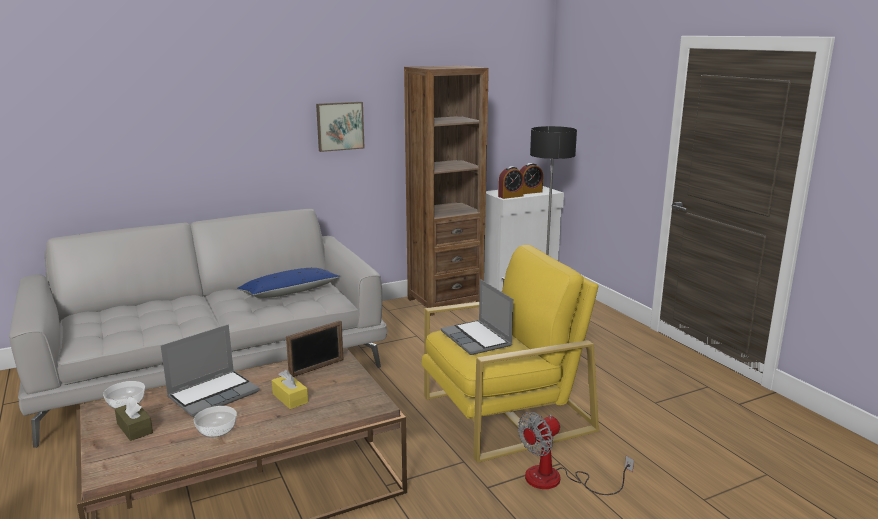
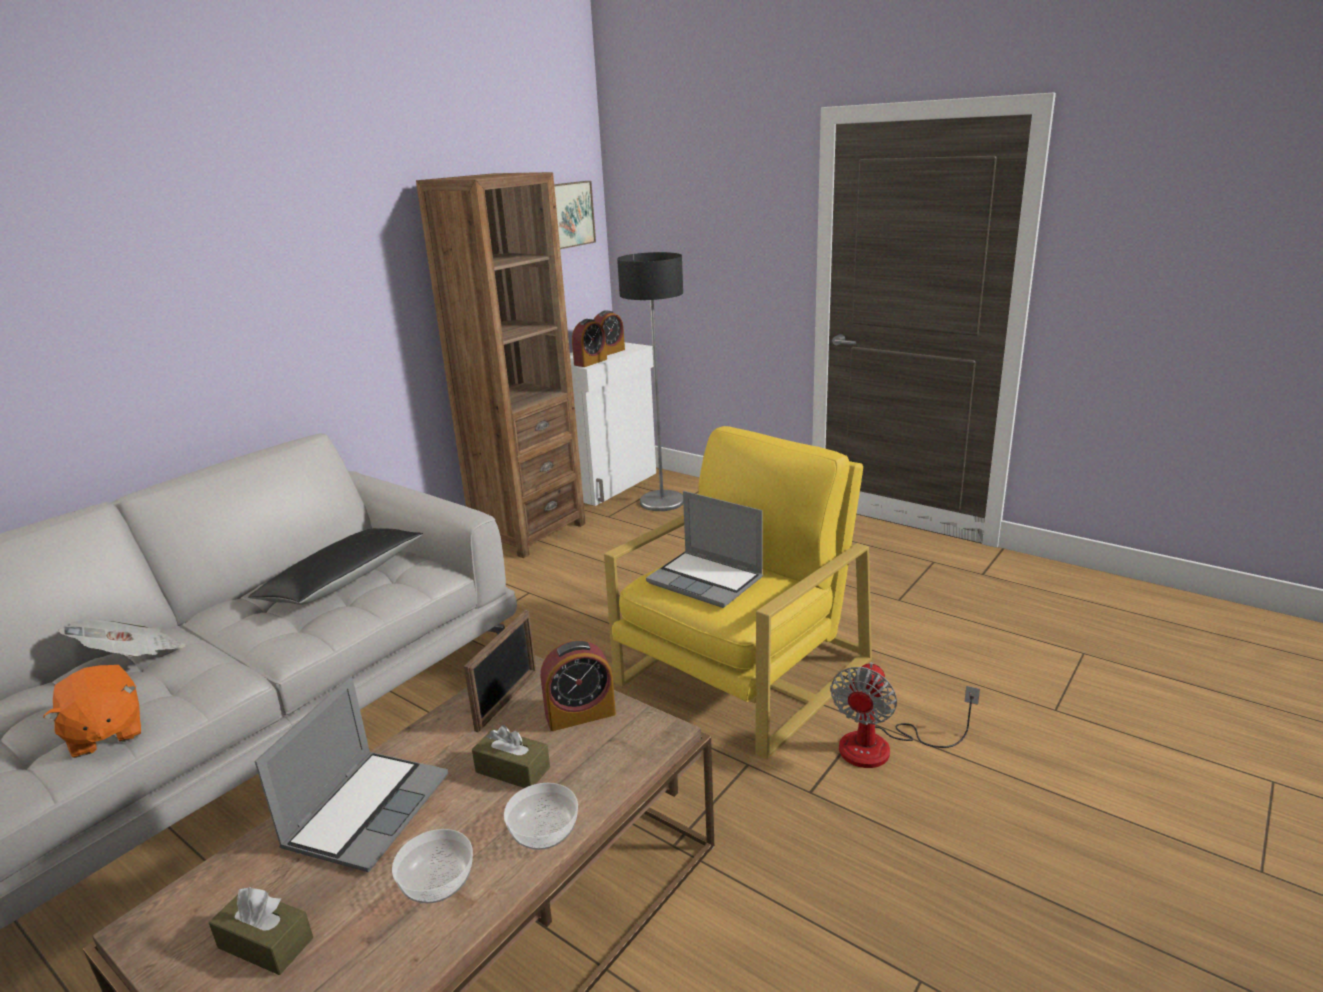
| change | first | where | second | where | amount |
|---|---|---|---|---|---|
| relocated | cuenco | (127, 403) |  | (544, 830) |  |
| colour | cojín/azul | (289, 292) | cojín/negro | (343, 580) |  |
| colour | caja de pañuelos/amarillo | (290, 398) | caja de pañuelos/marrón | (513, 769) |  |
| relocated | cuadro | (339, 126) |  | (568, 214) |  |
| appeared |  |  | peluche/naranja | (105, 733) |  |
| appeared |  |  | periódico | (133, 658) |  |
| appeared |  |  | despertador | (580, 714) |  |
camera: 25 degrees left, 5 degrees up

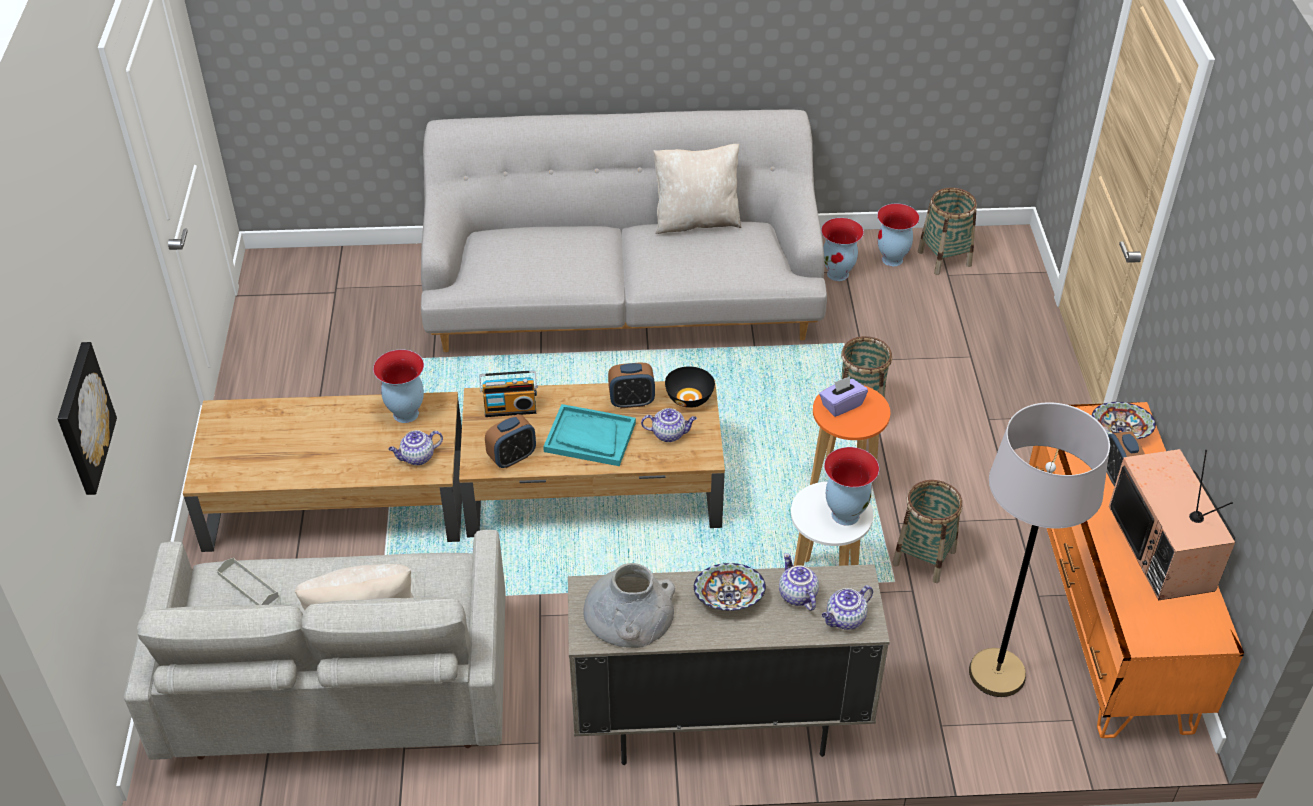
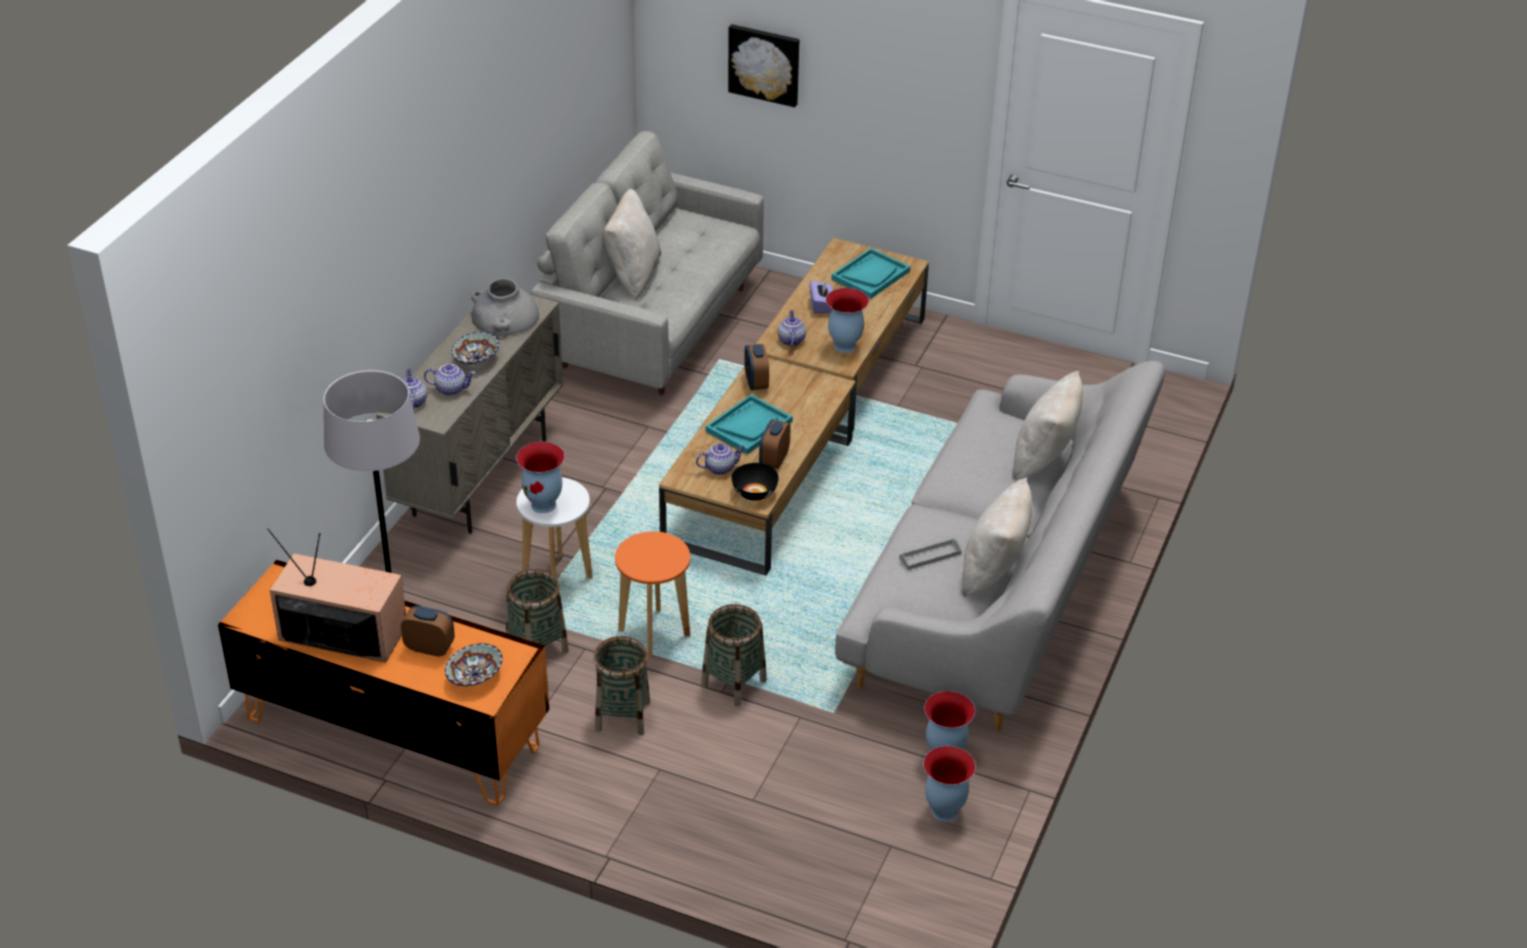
| change | first | where | second | where | amount |
|---|---|---|---|---|---|
| relocated | bandeja/gris | (248, 585) |  | (930, 556) |  |
| missing | radio | (510, 408) |  |  |  |
| spun | tetera | (669, 434) |  | (720, 468) | 135 degrees counterclockwise |
| relocated | caja de pañuelos/morado | (841, 405) |  | (821, 305) |  |
| relocated | cesta | (944, 258) |  | (622, 716) |  |
| appeared |  |  | bandeja/turquesa | (870, 275) |  |
| appeared |  |  | cojín/beis | (1044, 459) |  |
camera: 115 degrees right, 5 degrees down

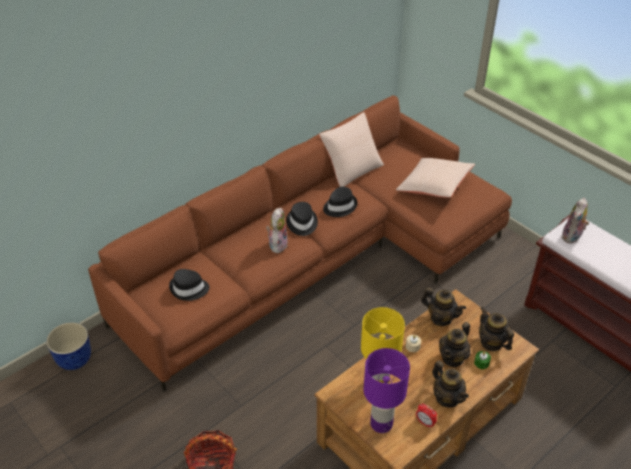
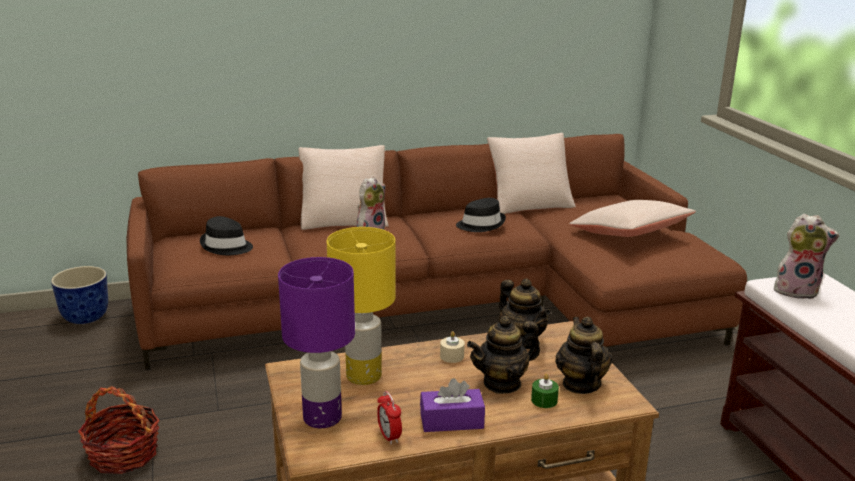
| change | first | where | second | where | amount |
|---|---|---|---|---|---|
| missing | sombrero/negro | (302, 223) |  |  |  |
| exchanged | tetera | (447, 398) | caja de pañuelos/morado | (451, 421) |  |
| spun | peluche | (572, 237) |  | (797, 291) | 135 degrees counterclockwise |
| appeared |  |  | cojín/beis | (344, 219) |  |
camera: 25 degrees right, 20 degrees down

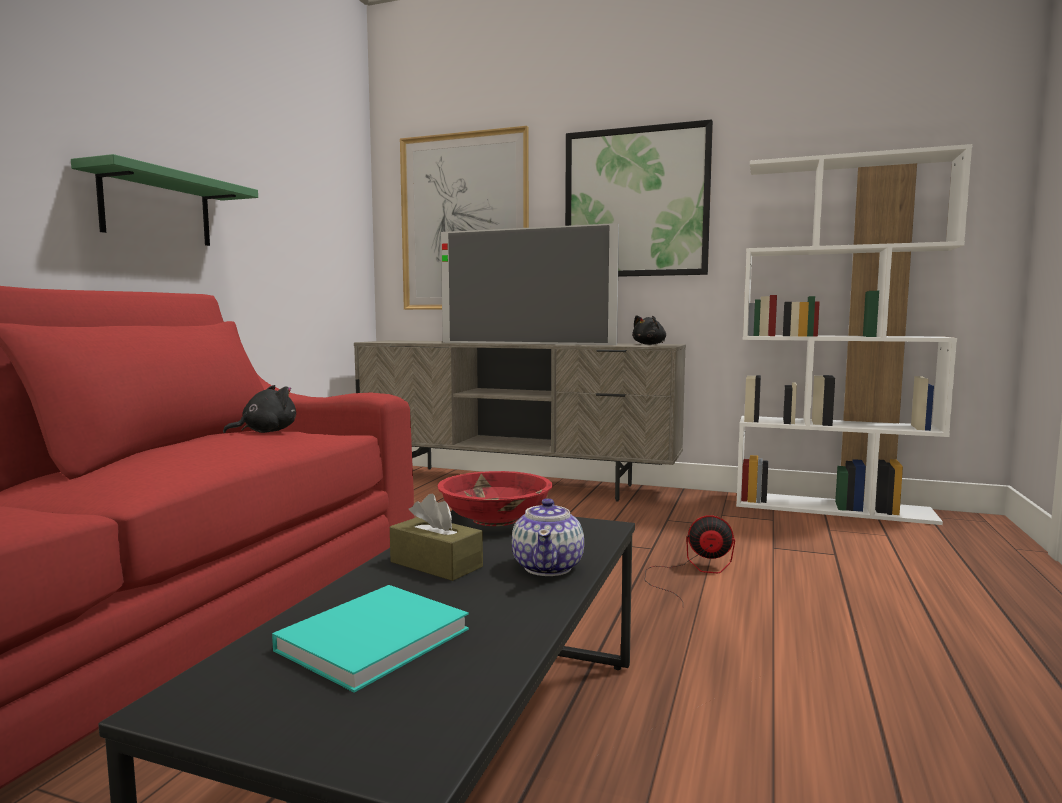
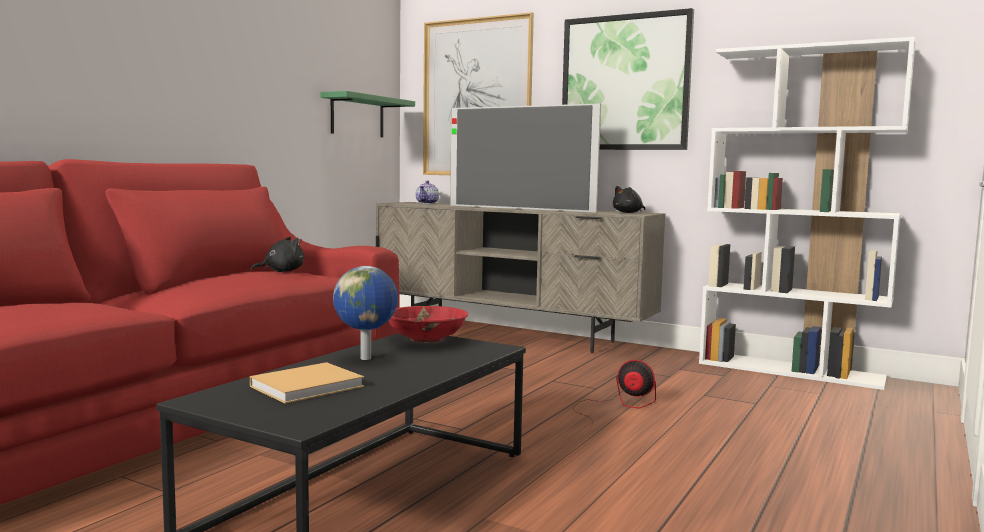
| change | first | where | second | where | amount |
|---|---|---|---|---|---|
| relocated | estante/verde | (156, 208) |  | (357, 116) |  |
| colour | libro/turquesa | (378, 637) | libro/beis | (310, 386) |  |
| exchanged | caja de pañuelos/marrón | (436, 564) | globo terráqueo | (367, 358) |  |
| relocated | tetera | (548, 567) |  | (427, 203) |  |
camera: 10 degrees right, 0 degrees up

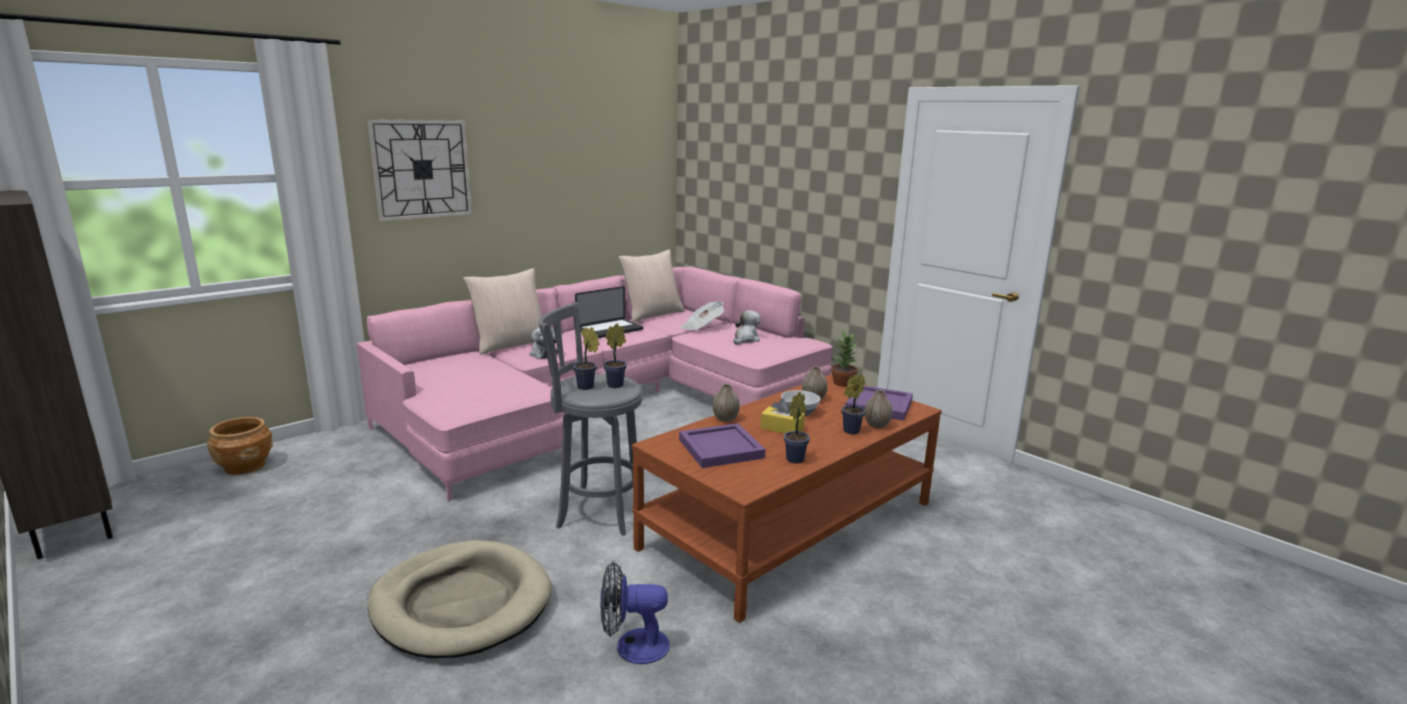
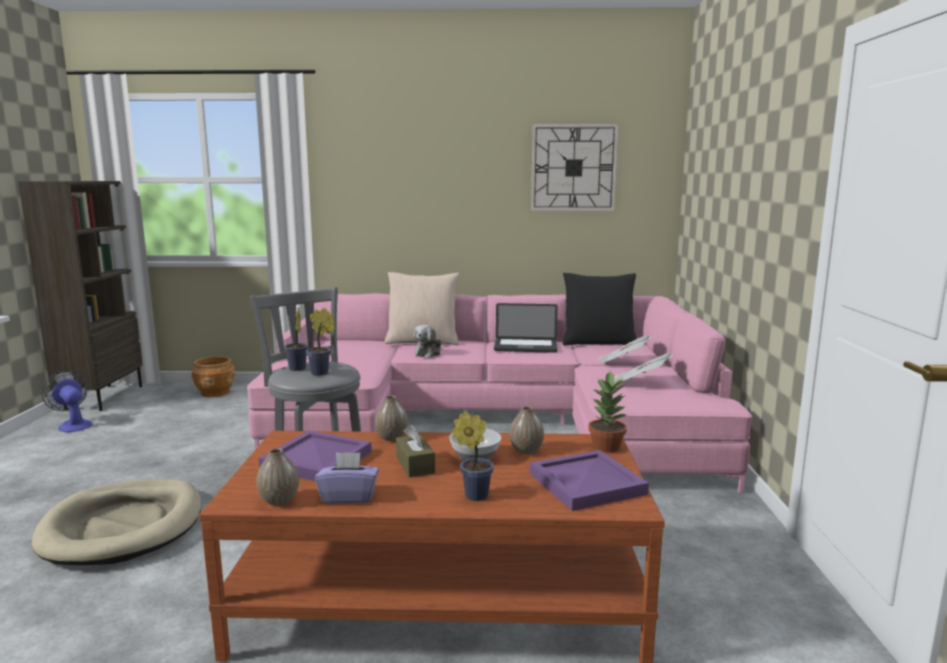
| change | first | where | second | where | amount |
|---|---|---|---|---|---|
| relocated | reloj de pared | (422, 169) |  | (573, 168) |  |
| relocated | ventilador | (632, 646) |  | (73, 425) |  |
| colour | cojín/beis | (652, 314) | cojín/negro | (598, 342) |  |
| exchanged | peluche | (745, 339) | periódico | (640, 383) |  |
| colour | caja de pañuelos/amarillo | (782, 428) | caja de pañuelos/marrón | (415, 465) |  |
| exchanged | planta en maceta | (796, 459) | caja de pañuelos/morado | (349, 497) |  |
| relocated | florero | (876, 425) |  | (279, 500) |  |
camera: 45 degrees right, 5 degrees down

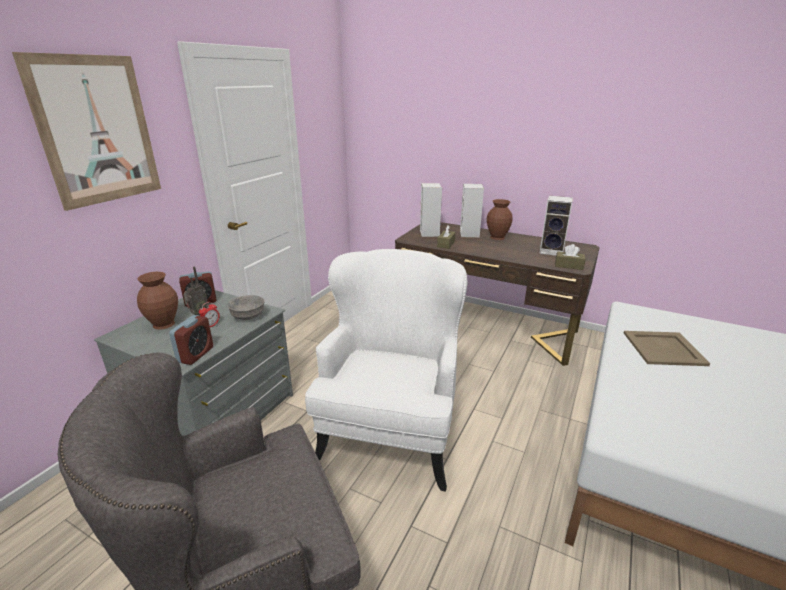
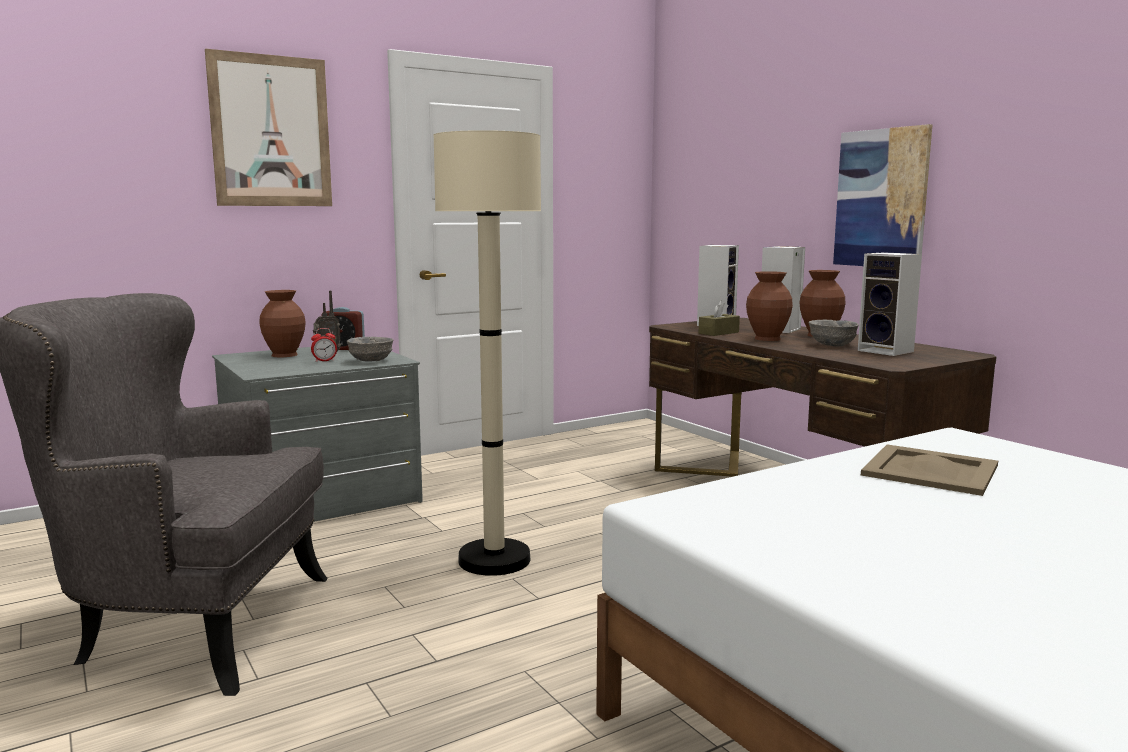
| change | first | where | second | where | amount |
|---|---|---|---|---|---|
| missing | despertador | (195, 354) |  |  |  |
| exchanged | sillón/blanco | (390, 435) | lámpara de pie/beis | (494, 560) |  |
| missing | caja de pañuelos/marrón | (569, 265) |  |  |  |
| appeared |  |  | florero/marrón | (766, 339) |  |
| appeared |  |  | cuenco/gris | (832, 345) |  |
| appeared |  |  | cuadro | (881, 198) |  |
camera: 30 degrees right, 15 degrees down

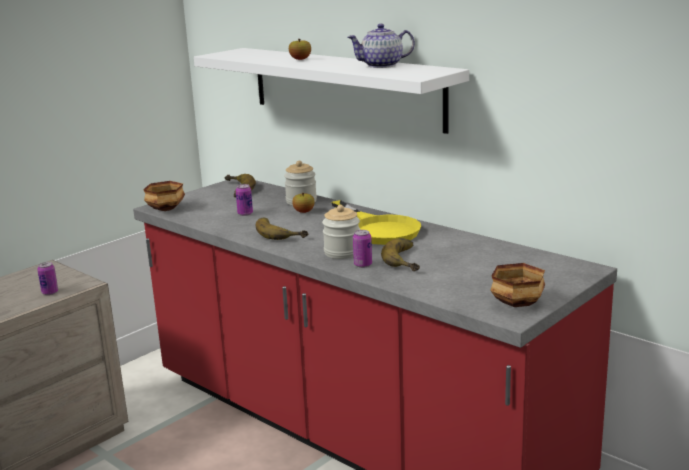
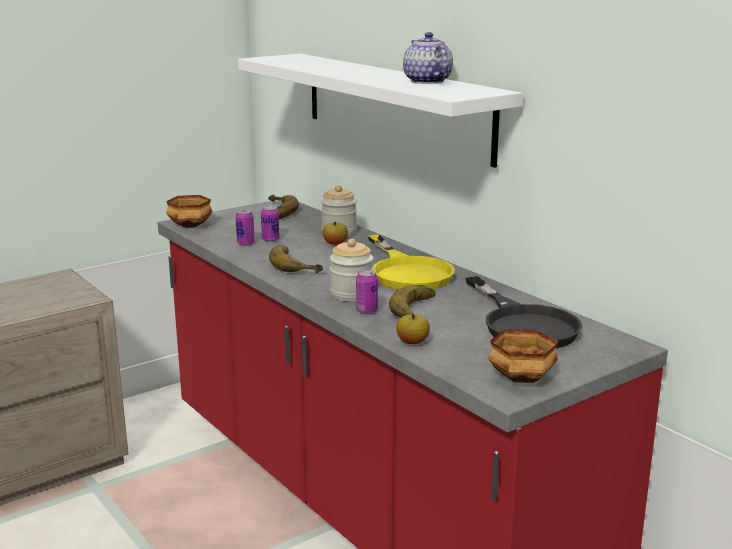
| change | first | where | second | where | amount |
|---|---|---|---|---|---|
| relocated | lata | (50, 292) |  | (245, 243) |  |
| relocated | manzana | (300, 59) |  | (412, 342) |  |
| spun | tetera | (382, 65) |  | (427, 81) | 75 degrees clockwise |
| appeared |  |  | sartén/negro | (523, 324) |  |
camera: 10 degrees right, 0 degrees up

